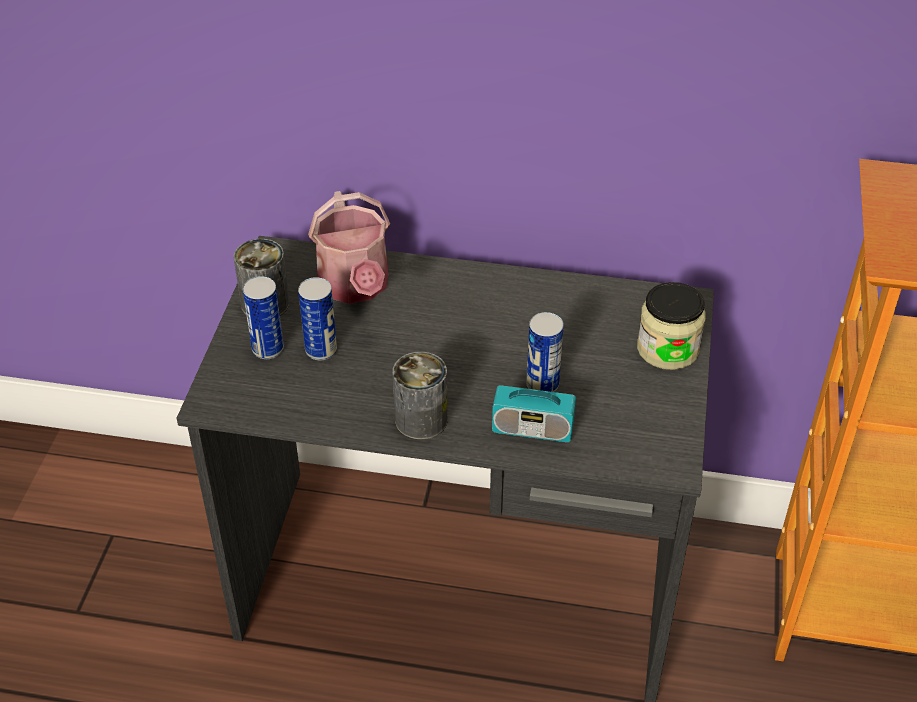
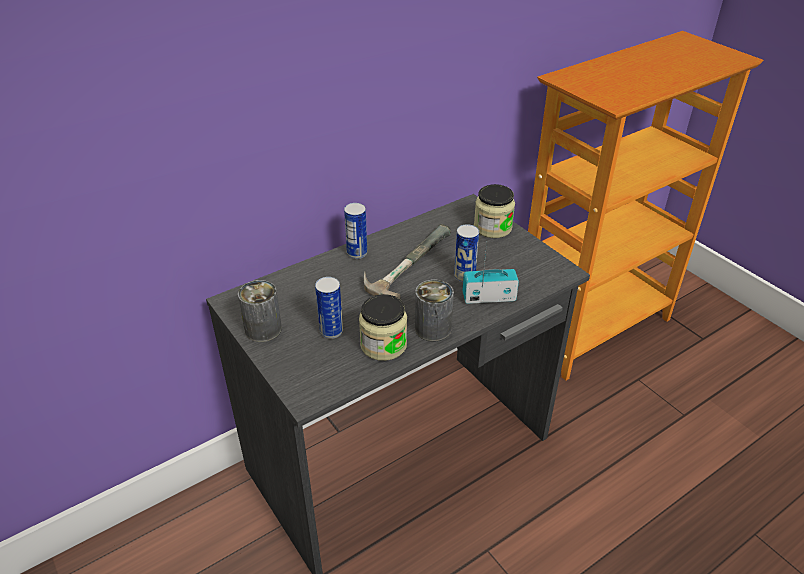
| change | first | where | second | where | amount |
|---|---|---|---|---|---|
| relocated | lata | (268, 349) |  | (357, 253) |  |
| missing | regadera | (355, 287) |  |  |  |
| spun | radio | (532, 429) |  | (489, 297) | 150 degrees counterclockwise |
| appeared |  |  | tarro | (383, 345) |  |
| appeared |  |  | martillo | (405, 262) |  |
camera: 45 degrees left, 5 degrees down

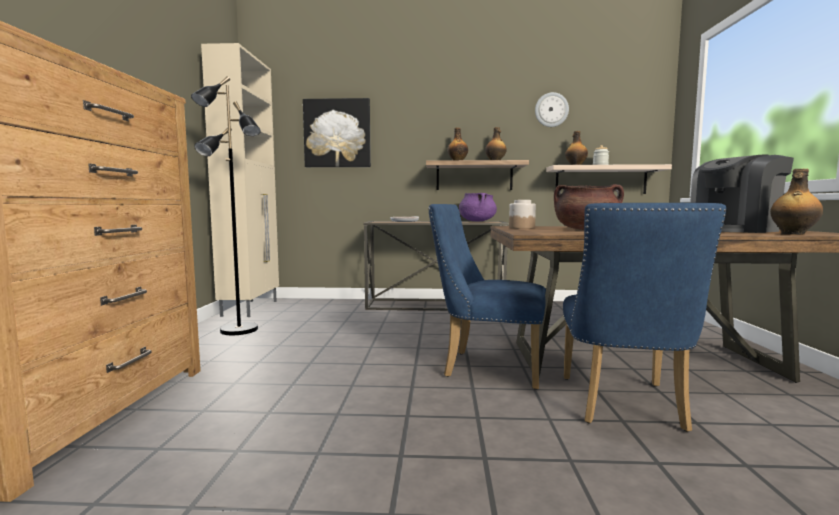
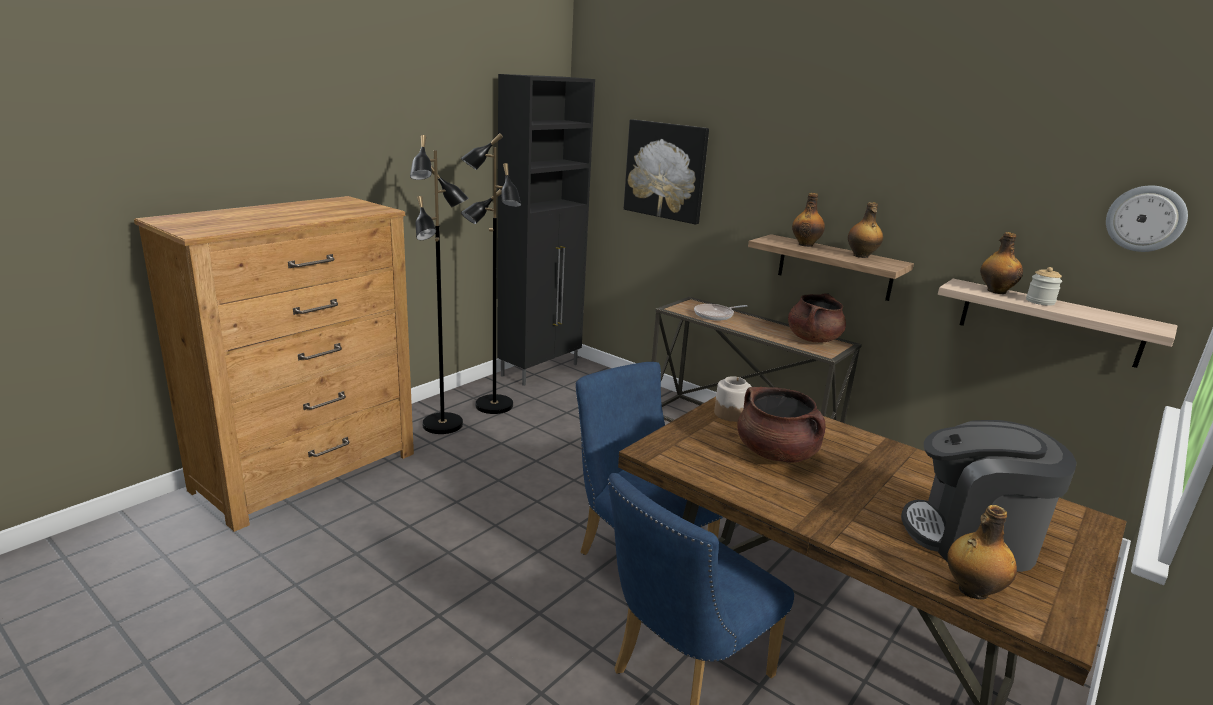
| change | first | where | second | where | amount |
|---|---|---|---|---|---|
| colour | armario/beis | (251, 308) | armario/negro | (541, 370) |  |
| colour | olla/morado | (477, 221) | olla/marrón | (813, 339) |  |
| relocated | reloj de pared | (551, 110) |  | (1145, 218) |  |
| appeared |  |  | lámpara de pie/negro | (443, 425) |  |
camera: 35 degrees right, 15 degrees up

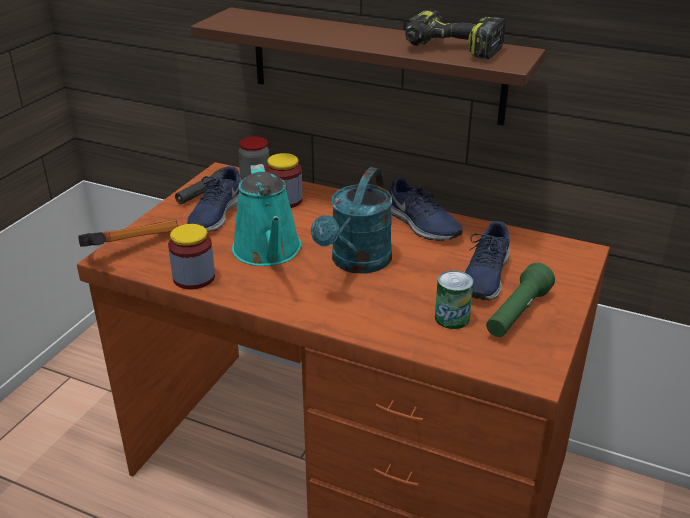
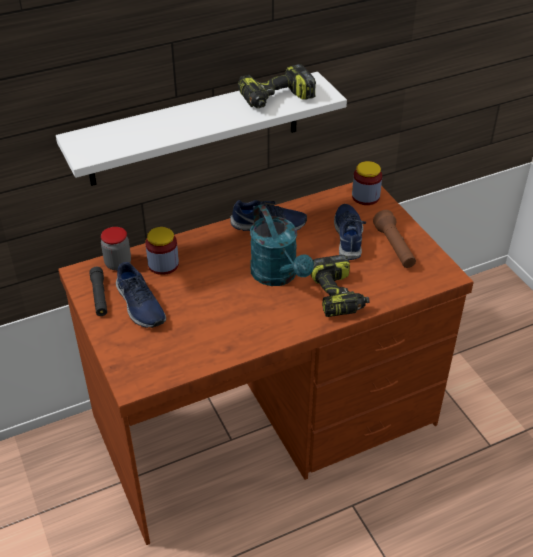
| change | first | where | second | where | amount |
|---|---|---|---|---|---|
| missing | martillo | (129, 246) |  |  |  |
| relocated | tarro | (194, 278) |  | (365, 197) |  |
| colour | estante/marrón | (375, 65) | estante/blanco | (195, 129) |  |
| missing | regadera/turquesa | (268, 251) |  |  |  |
| missing | lata | (452, 318) |  |  |  |
| spun | zapato/azul | (484, 276) |  | (349, 236) | 150 degrees counterclockwise |
| colour | linterna/verde | (517, 314) | linterna/marrón | (394, 248) |  |
| appeared |  |  | taladro | (338, 295) |  |
camera: 50 degrees left, 10 degrees up

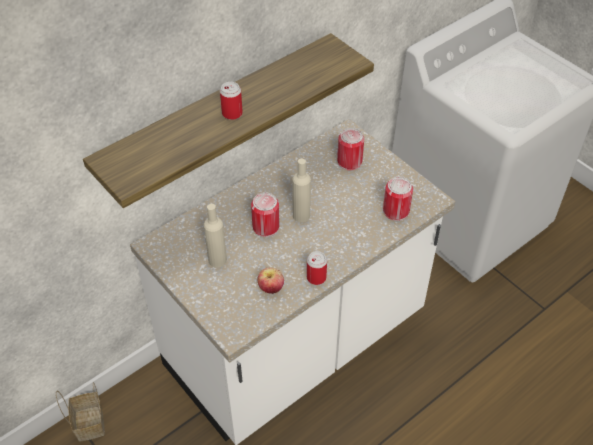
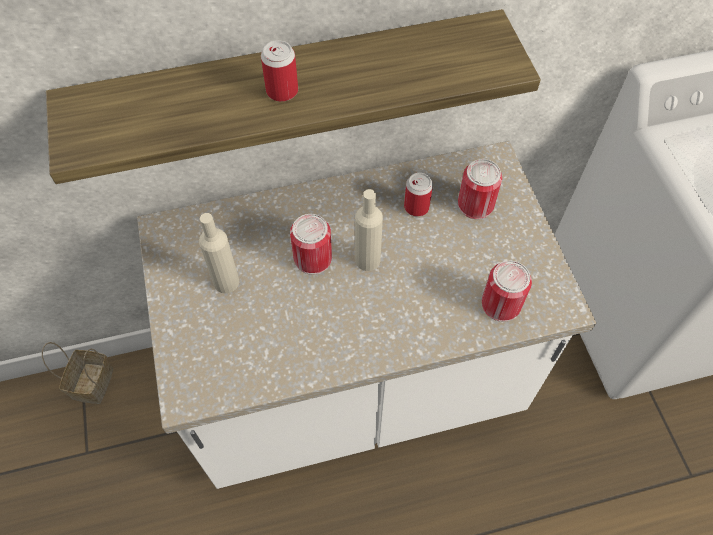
| change | first | where | second | where | amount |
|---|---|---|---|---|---|
| missing | manzana | (271, 288) |  |  |  |
| relocated | lata | (316, 277) |  | (416, 207) |  |
camera: 25 degrees right, 10 degrees up

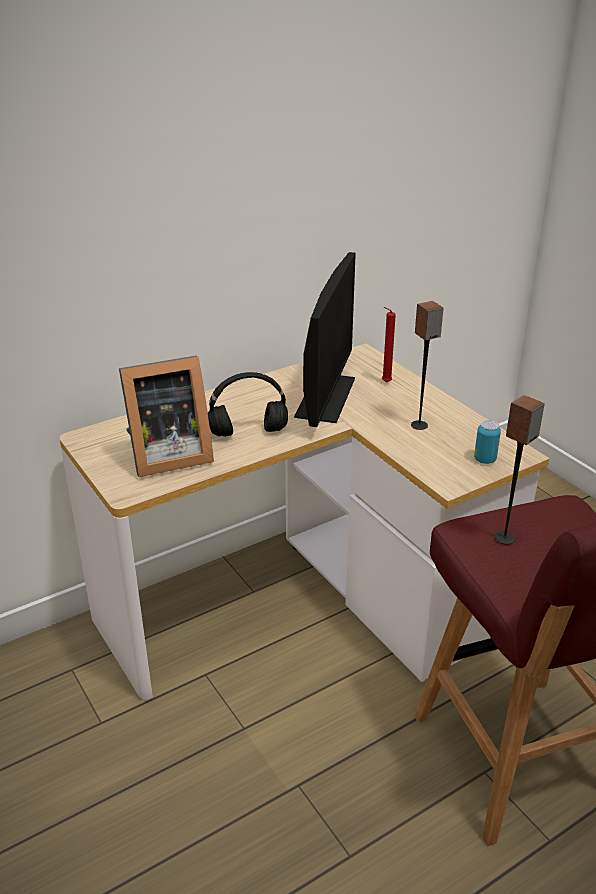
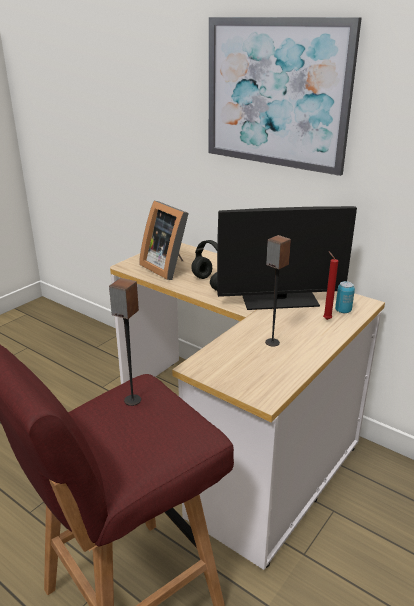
| change | first | where | second | where | amount |
|---|---|---|---|---|---|
| relocated | lata | (485, 459) |  | (343, 311) |  |
| appeared |  |  | cuadro | (276, 94) |  |
camera: 70 degrees right, 5 degrees down

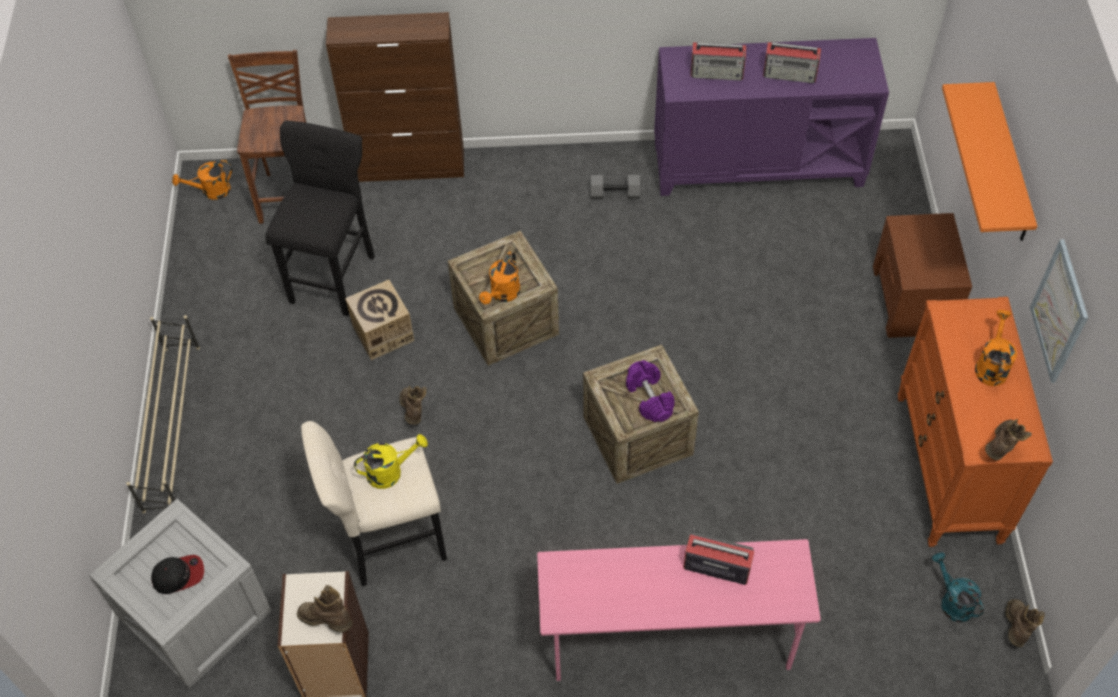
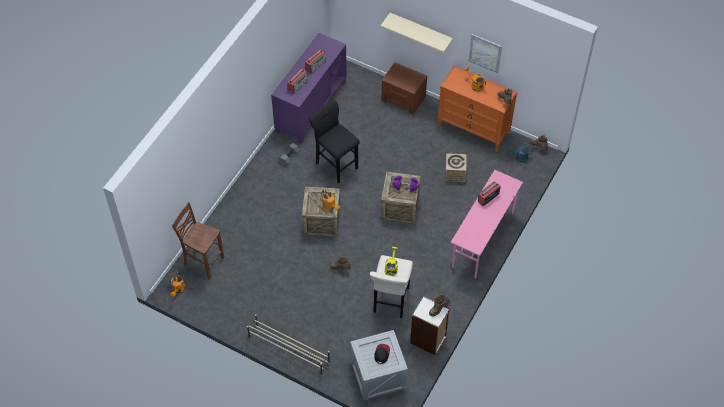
| change | first | where | second | where | amount |
|---|---|---|---|---|---|
| relocated | taburete/negro | (334, 275) |  | (335, 164) |  |
| missing | armario/marrón | (410, 166) |  |  |  |
| relocated | caja de cartón | (383, 333) |  | (455, 173) |  |
| colour | estante/naranja | (1010, 165) | estante/beis | (420, 30) |  |
camera: 60 degrees left, 0 degrees up

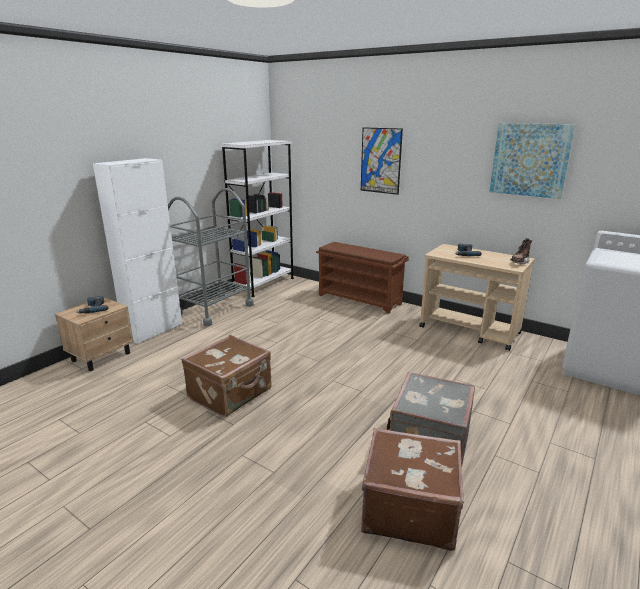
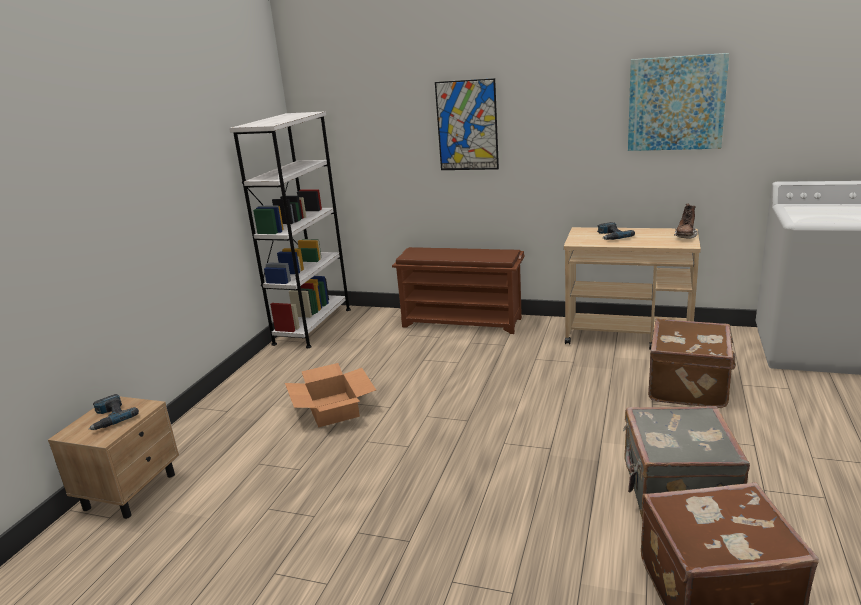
| change | first | where | second | where | amount |
|---|---|---|---|---|---|
| missing | armario/blanco | (153, 330) |  |  |  |
| missing | carrito/gris | (214, 309) |  |  |  |
| relocated | maleta/marrón | (231, 394) |  | (689, 386) |  |
| appeared |  |  | caja de cartón | (333, 409) |  |
camera: 15 degrees left, 0 degrees up

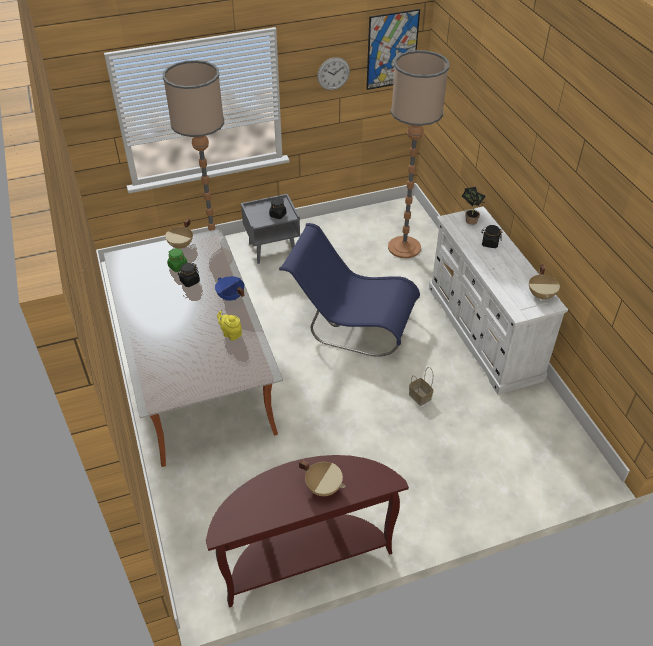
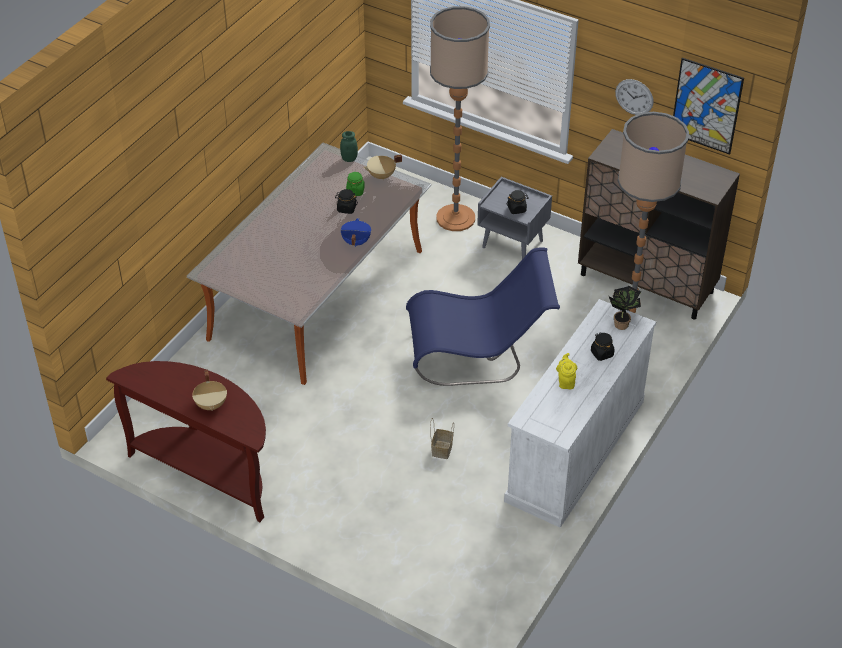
| change | first | where | second | where | amount |
|---|---|---|---|---|---|
| relocated | tetera/amarillo | (231, 334) |  | (566, 381) |  |
| spun | silla/azul | (351, 324) |  | (478, 354) | 105 degrees clockwise |
| missing | olla/beis | (541, 295) |  |  |  |
| appeared |  |  | tarro/verde | (349, 159) |  |
| appeared |  |  | armario/marrón | (647, 283) |  |
camera: 50 degrees right, 0 degrees up

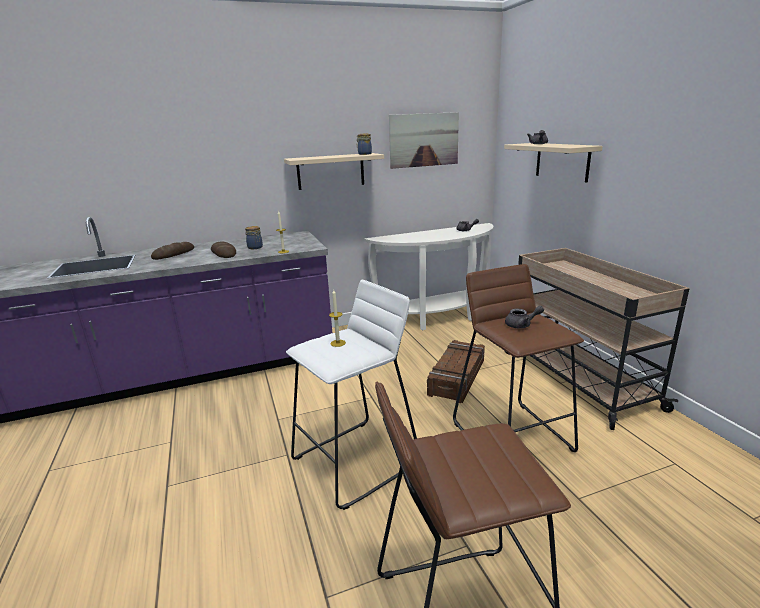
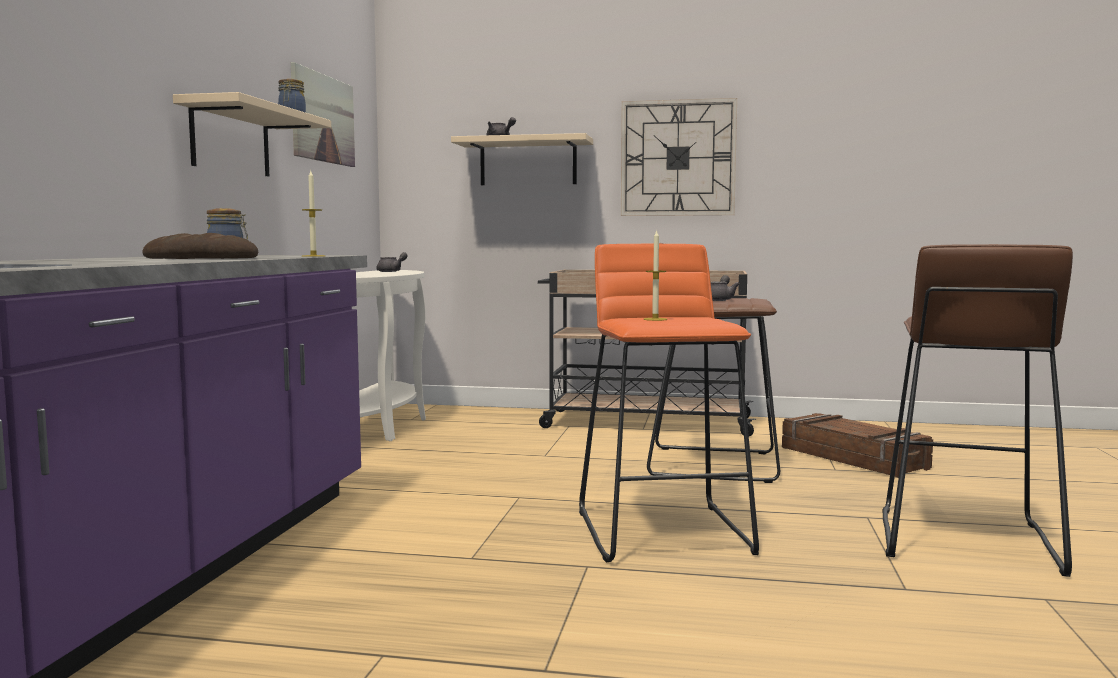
| change | first | where | second | where | amount |
|---|---|---|---|---|---|
| missing | pan | (173, 254) |  |  |  |
| colour | taburete/blanco | (357, 461) | taburete/naranja | (664, 531) |  |
| relocated | caja de embalaje | (457, 377) |  | (853, 458) |  |
| appeared |  |  | reloj de pared | (678, 158) |  |
camera: 60 degrees left, 15 degrees down

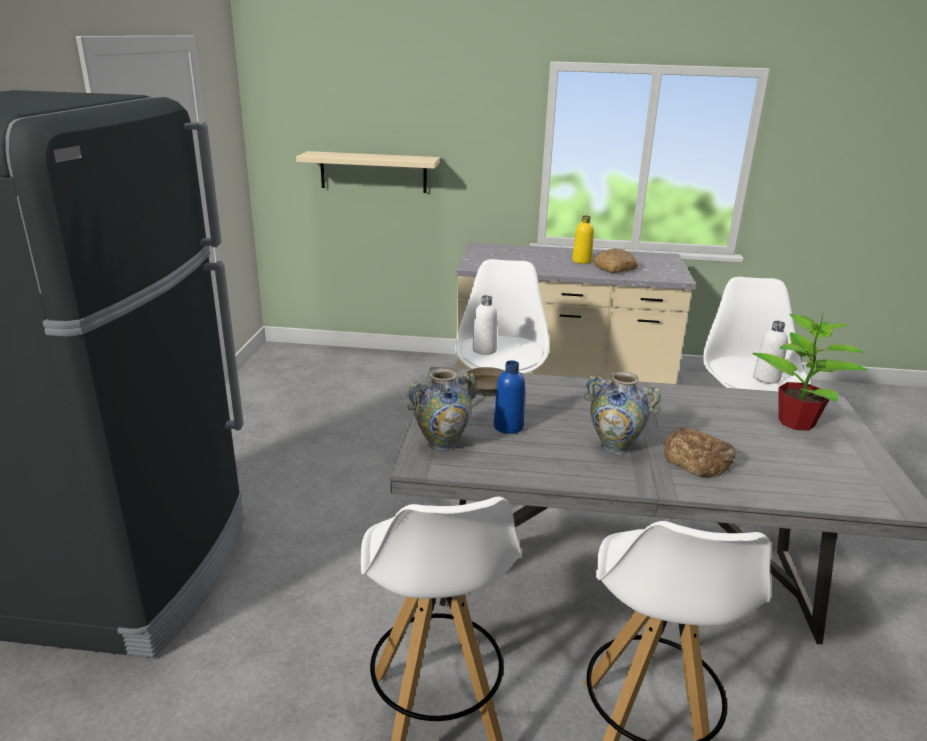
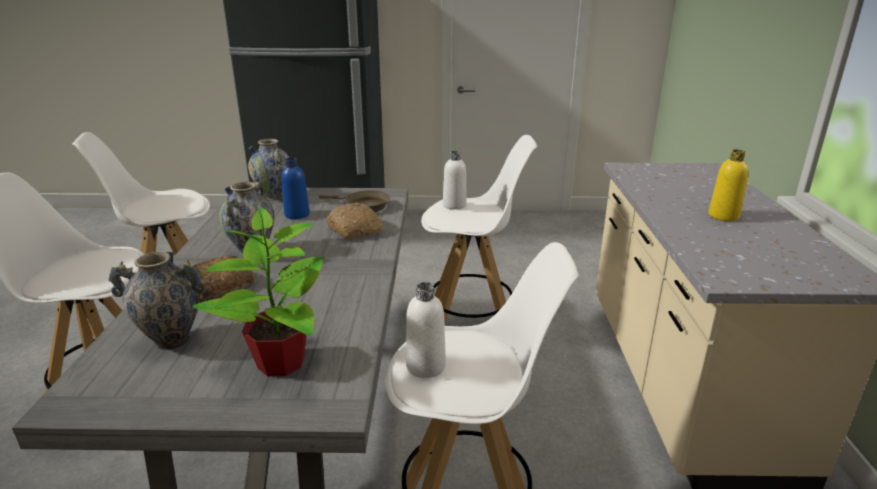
| change | first | where | second | where | amount |
|---|---|---|---|---|---|
| missing | estante/beis | (373, 172) |  |  |  |
| relocated | pan | (615, 268) |  | (355, 229) |  |
| appeared |  |  | florero | (172, 340) |  |
camera: 85 degrees right, 0 degrees up

